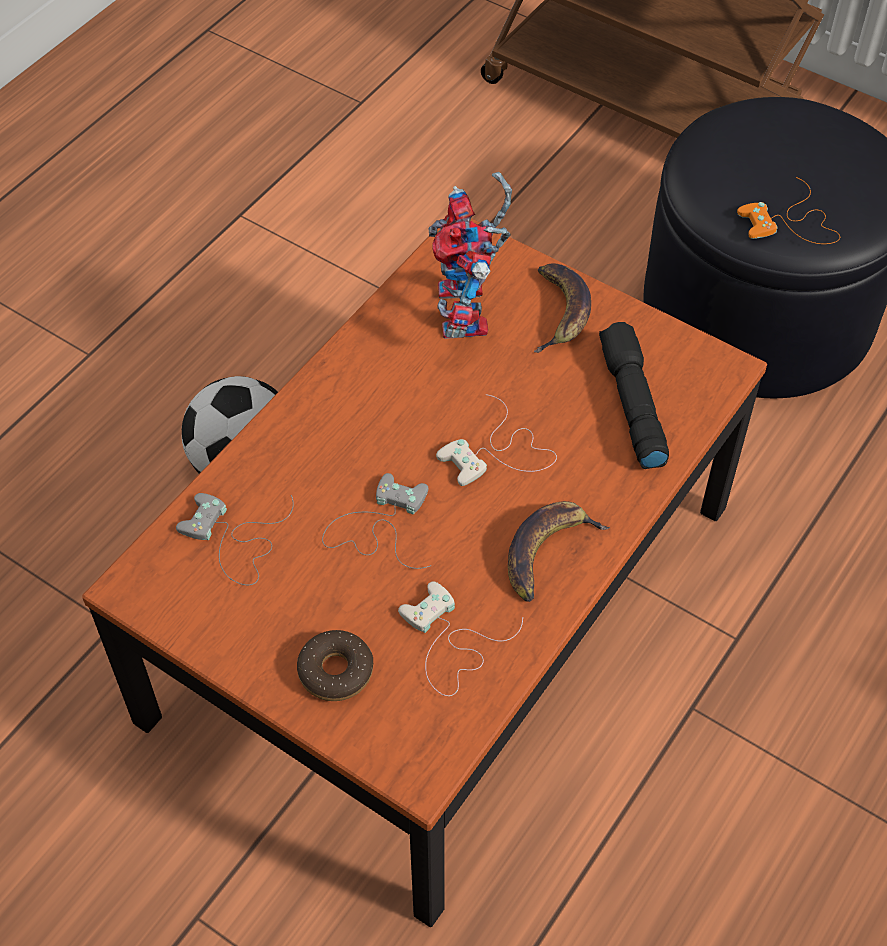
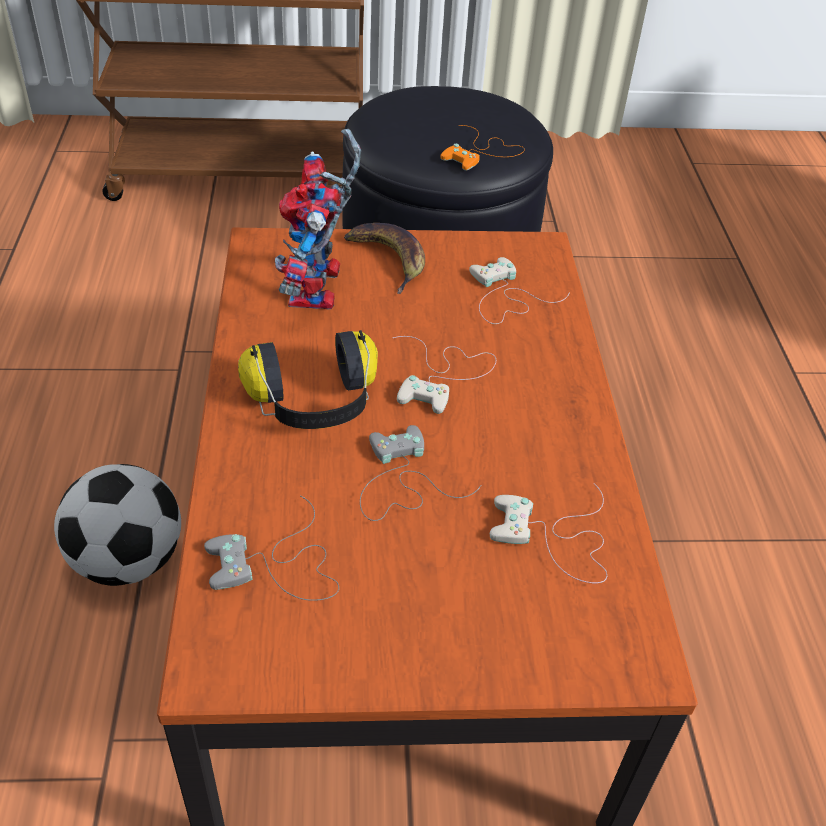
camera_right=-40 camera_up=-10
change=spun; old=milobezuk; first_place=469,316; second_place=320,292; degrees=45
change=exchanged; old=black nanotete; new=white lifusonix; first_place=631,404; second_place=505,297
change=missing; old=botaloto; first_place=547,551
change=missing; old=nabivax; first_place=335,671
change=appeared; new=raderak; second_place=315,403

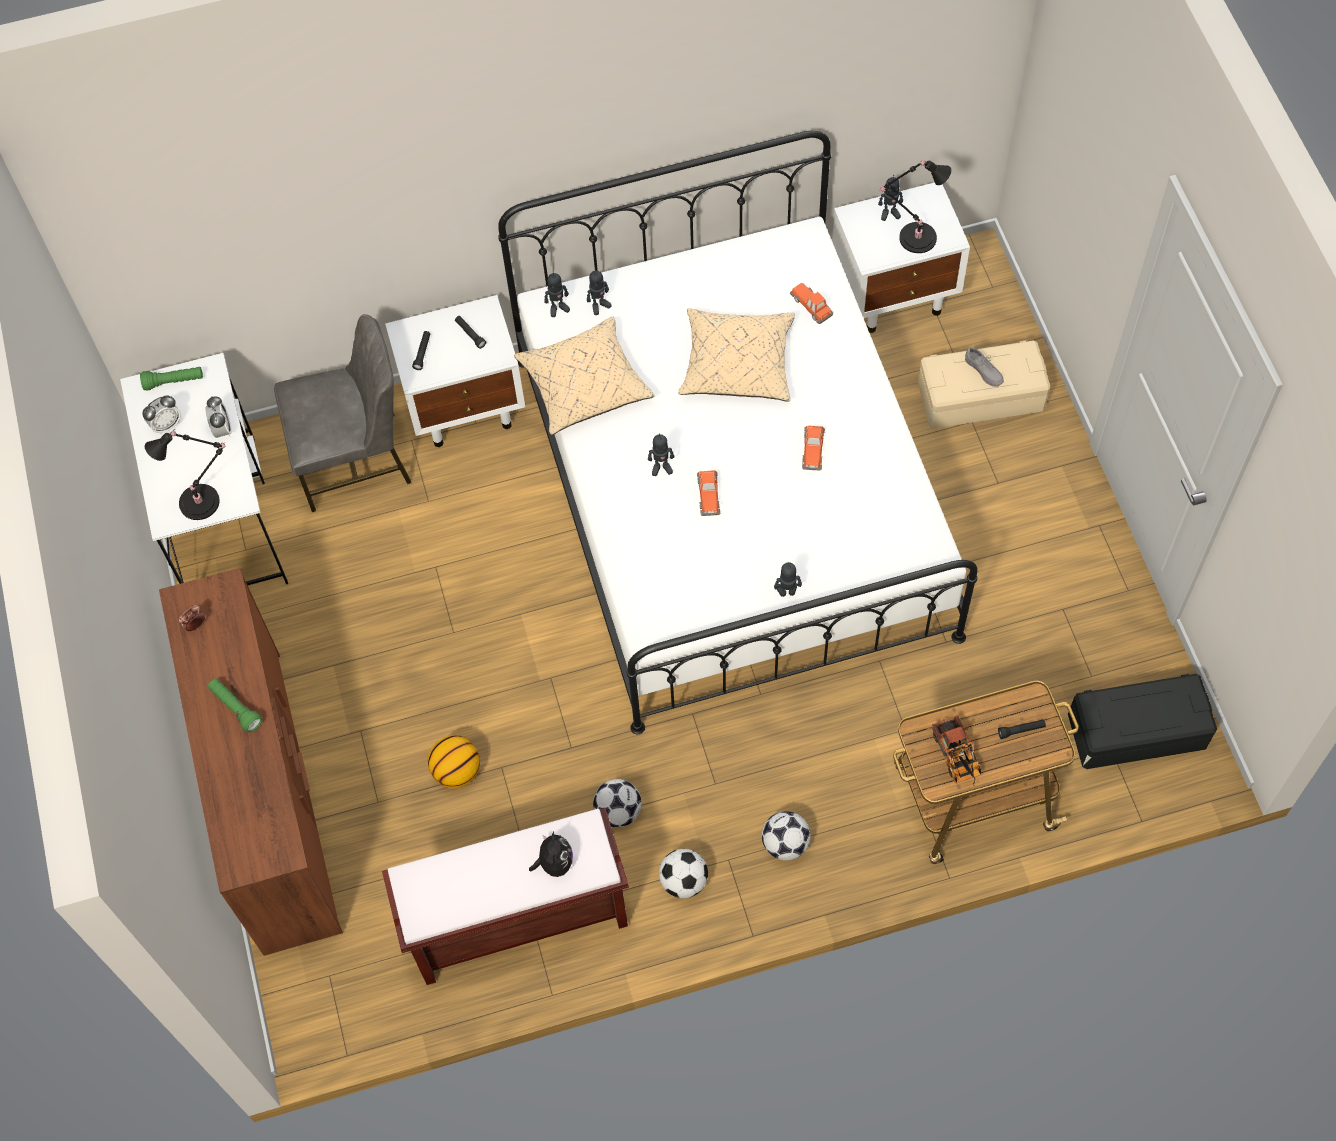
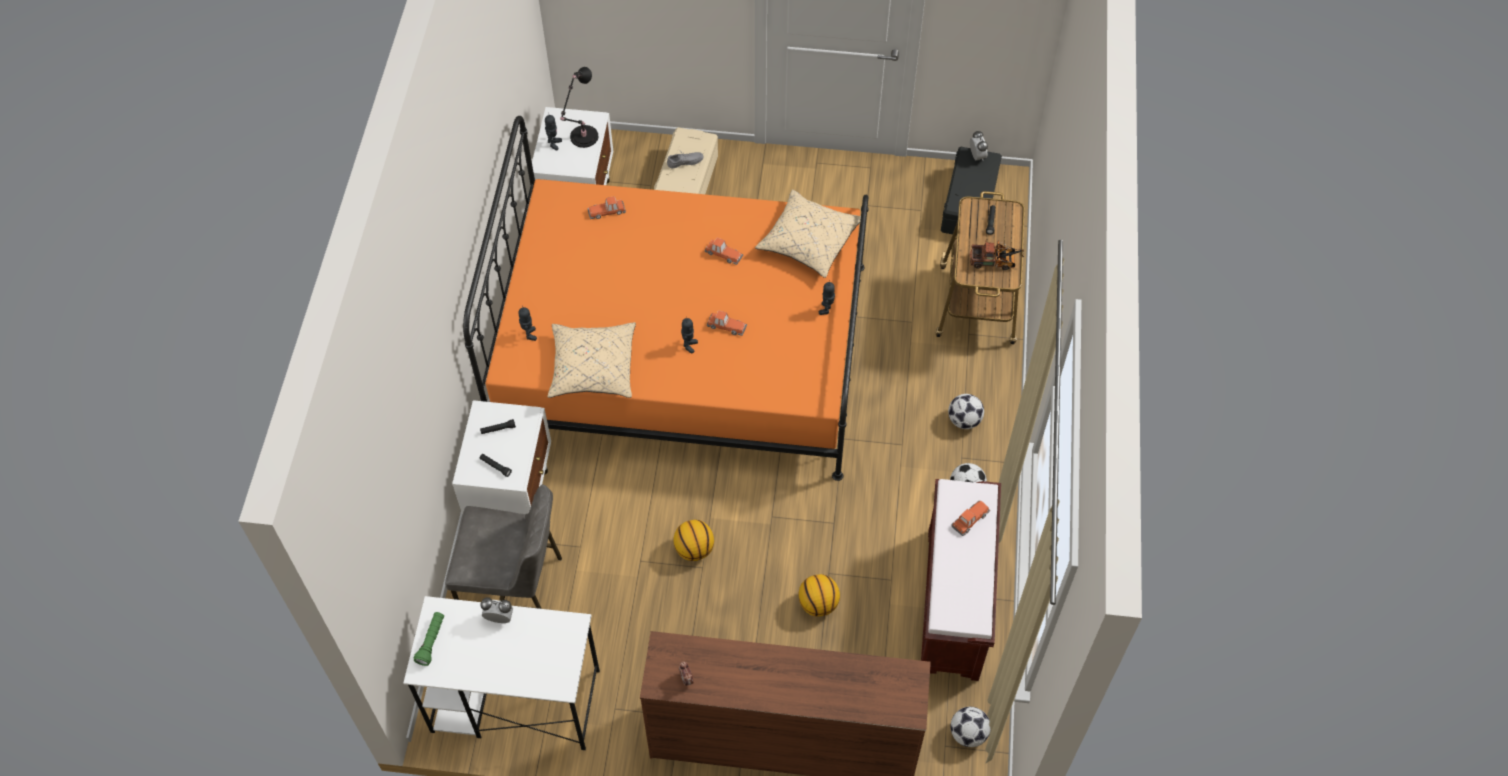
camera_right=-70 camera_up=-5
change=colour; old=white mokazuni; new=orange mokazuni; first_place=732,494; second_place=683,351
change=missing; old=milobezuk; first_place=558,308
change=relocated; old=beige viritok; first_place=737,364; second_place=808,241
change=spun; old=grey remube; first_place=355,459; second_place=514,585; degrees=90
change=relocated; old=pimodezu; first_place=166,425; second_place=977,156
change=missing; old=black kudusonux; first_place=203,501
change=missing; old=green nanotete; first_place=235,708
change=relocated; old=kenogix; first_place=618,811; second_place=968,734
change=exchanged; old=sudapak; new=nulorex; first_place=554,863; second_place=970,519
change=appeared; new=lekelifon; second_place=694,549

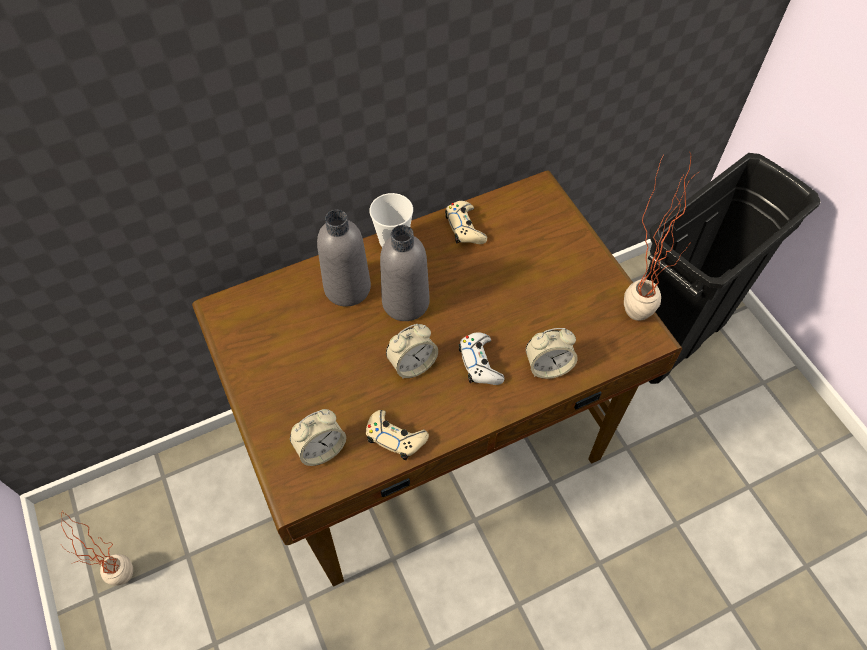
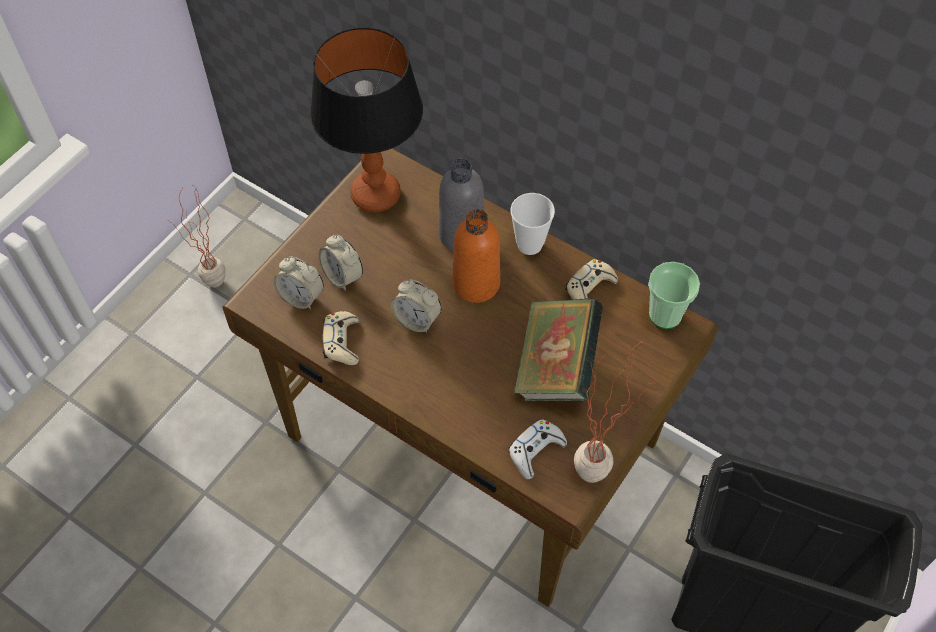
camera_right=60 camera_up=0
change=colour; old=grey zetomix; new=orange zetomix; first_place=405,302; second_place=476,283
change=relocated; old=pimodezu; first_place=548,366; second_place=343,276
change=relocated; old=white lifusonix; first_place=480,363; second_place=535,451
change=appeared; new=kudusonux; second_place=376,195
change=appeared; new=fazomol; second_place=665,315
change=appeared; new=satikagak; second_place=556,367

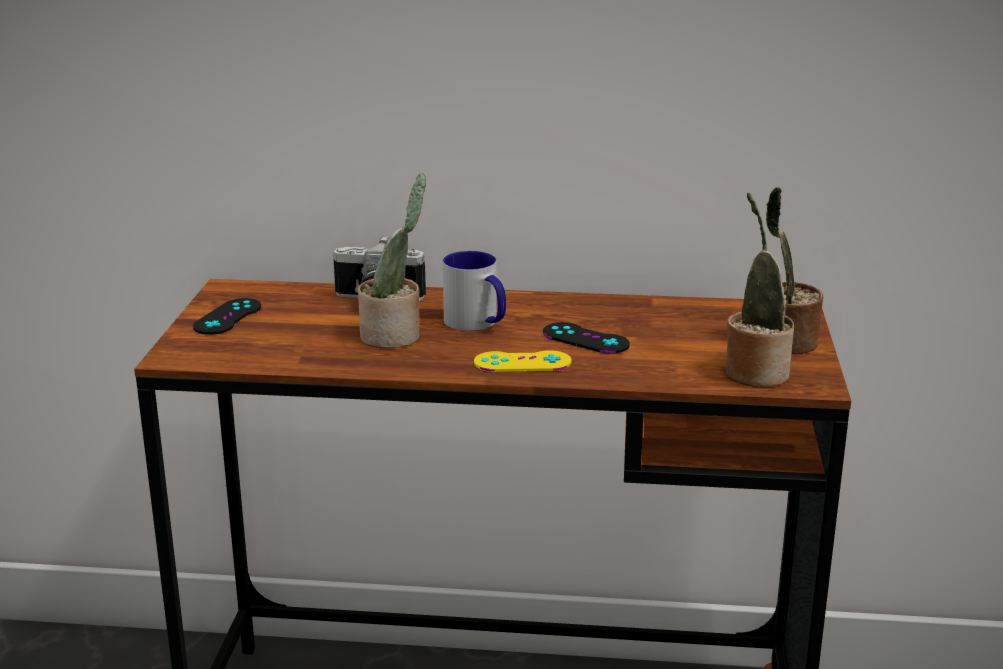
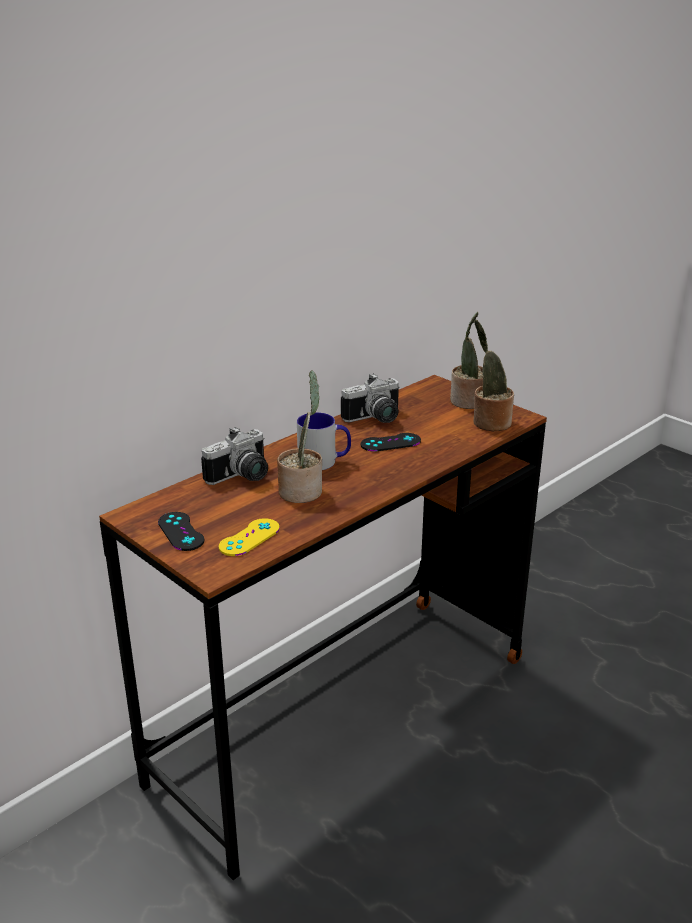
camera_right=-50 camera_up=5
change=relocated; old=yellow lifusonix; first_place=522,362; second_place=249,537
change=appeared; new=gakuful; second_place=375,419

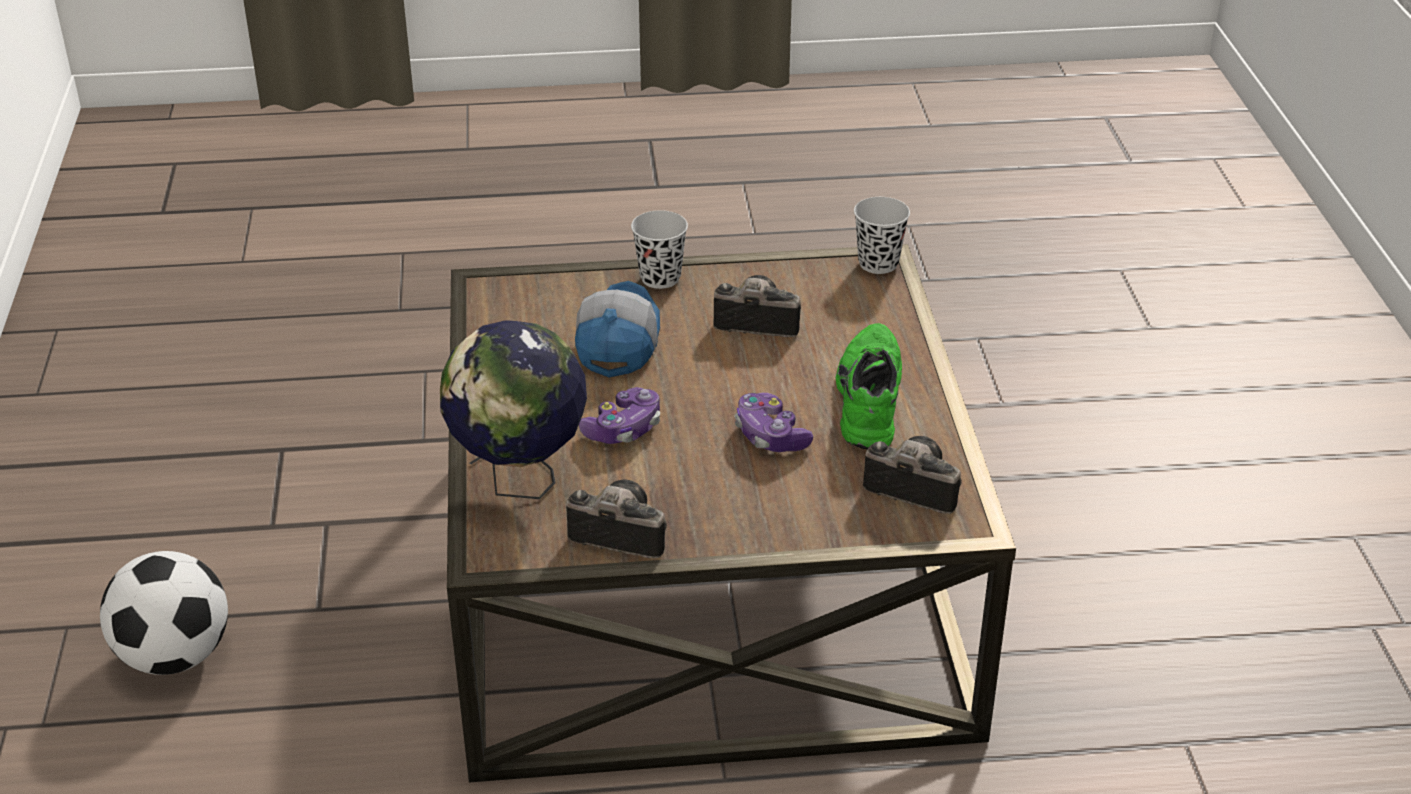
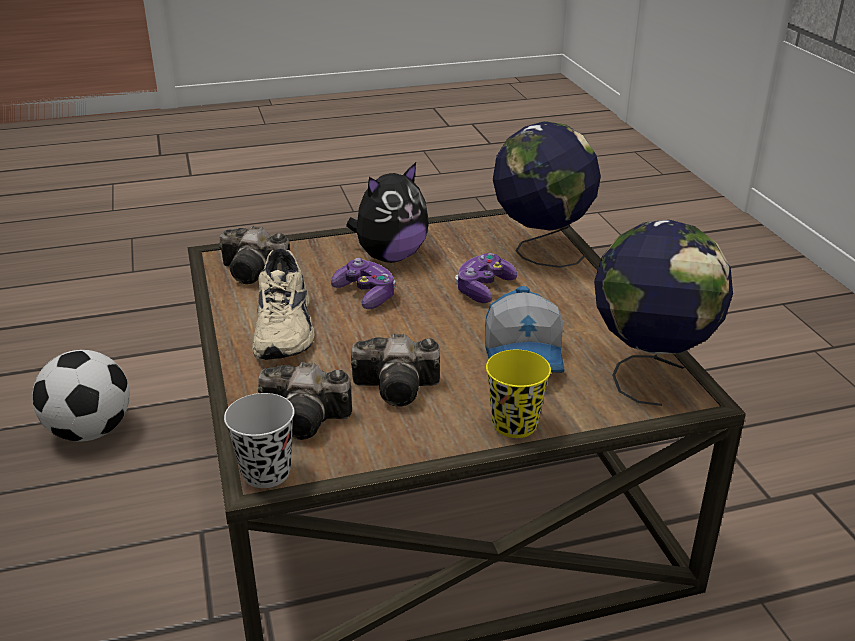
camera_right=170 camera_up=-5
change=colour; old=black fazomol; new=yellow fazomol; first_place=660,278; second_place=514,424
change=colour; old=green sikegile; new=beige sikegile; first_place=865,399; second_place=287,328
change=relocated; old=gakuful; first_place=615,534; second_place=309,419
change=relocated; old=kenogix; first_place=175,656; second_place=90,431
change=appeared; new=sudapak; second_place=390,256
change=appeared; new=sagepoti; second_place=649,372

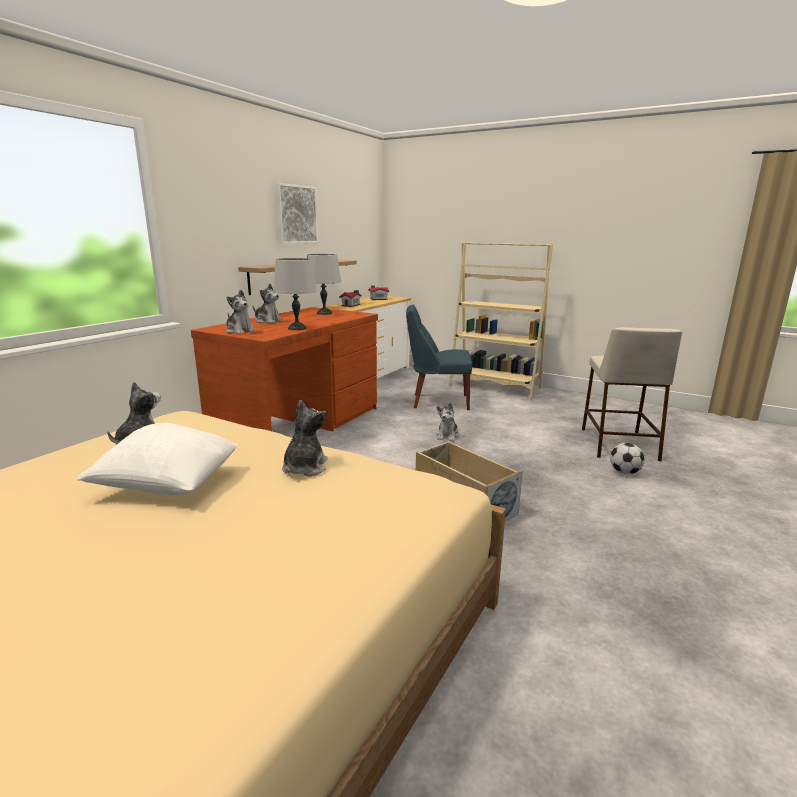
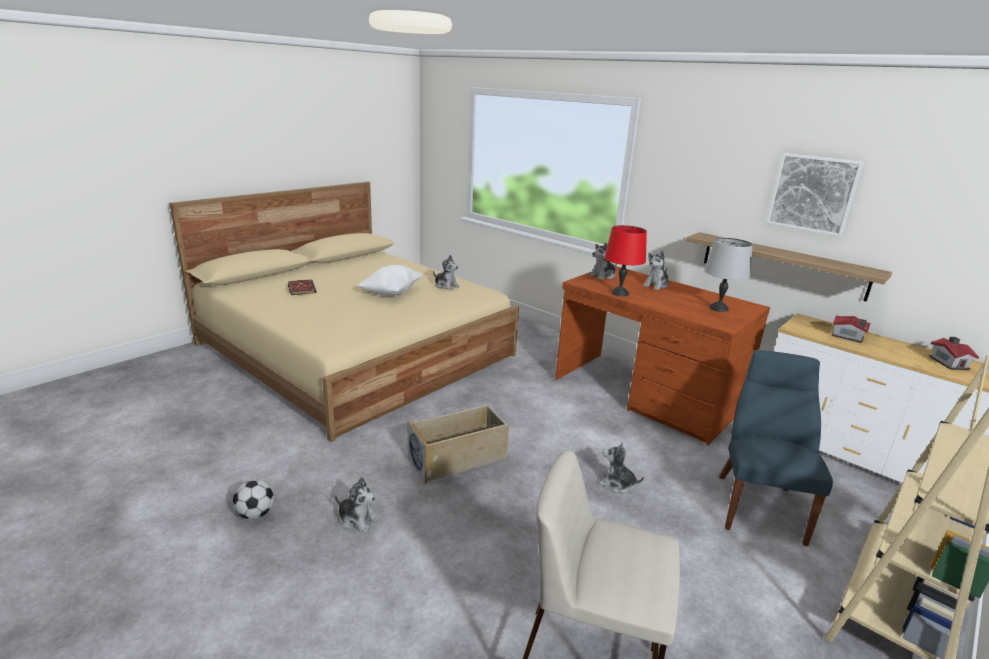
camera_right=100 camera_up=5
change=colour; old=grey kudusonux; new=red kudusonux; first_place=297,328; second_place=620,293
change=relocated; old=sudapak; first_place=304,468; second_place=357,519
change=relocated; old=kenogix; first_place=624,472; second_place=256,514
change=appeared; new=satikagak; second_place=301,288

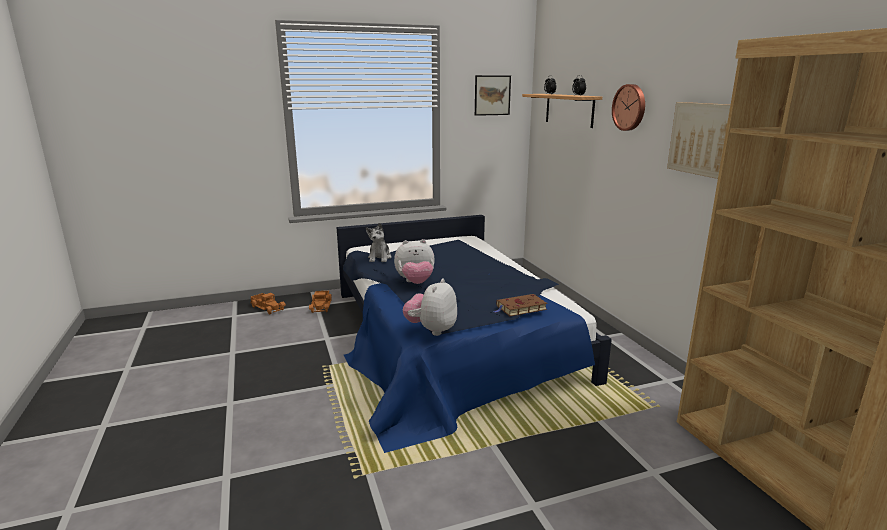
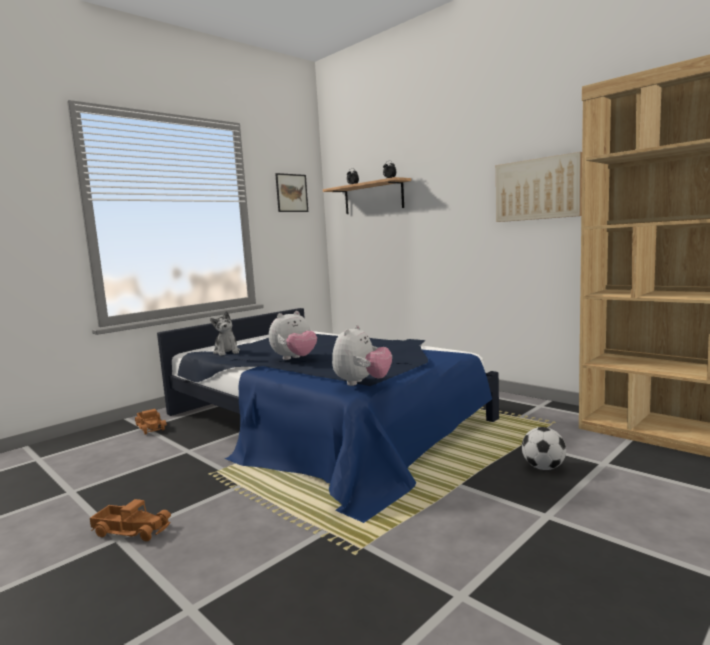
camera_right=-25 camera_up=-10
change=missing; old=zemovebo; first_place=630,107
change=spun; old=sudapak; first_place=431,330; second_place=362,383; degrees=-150
change=relocated; old=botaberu; first_place=268,307; second_place=132,529
change=missing; old=brown satikagak; first_place=520,308
change=appeared; new=kenogix; second_place=543,467

